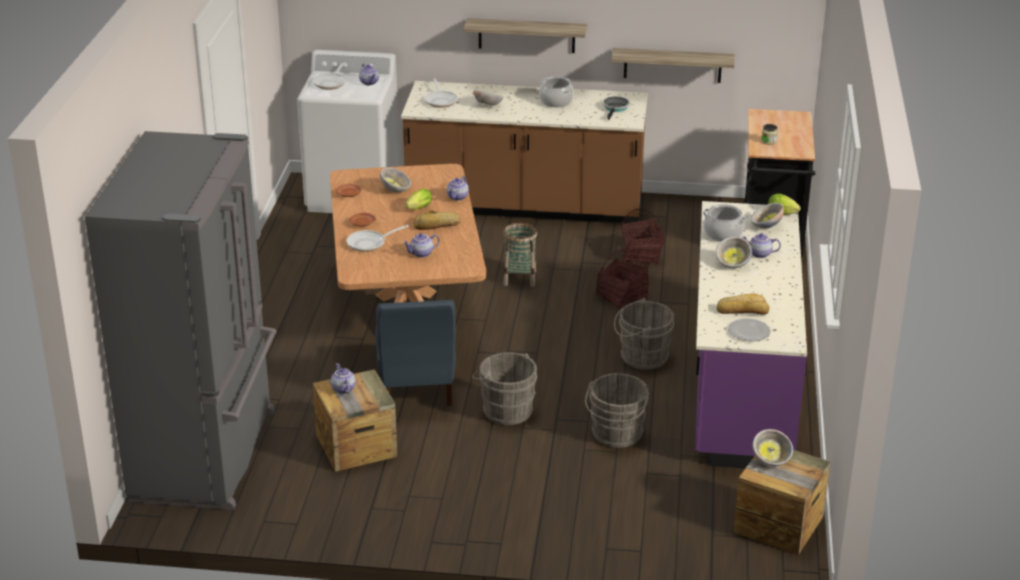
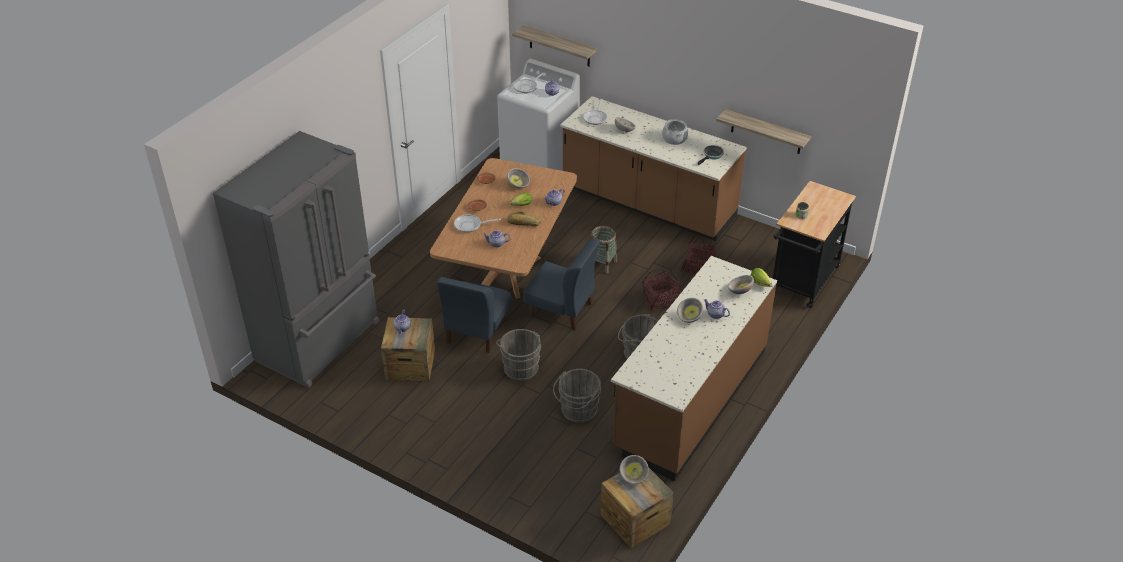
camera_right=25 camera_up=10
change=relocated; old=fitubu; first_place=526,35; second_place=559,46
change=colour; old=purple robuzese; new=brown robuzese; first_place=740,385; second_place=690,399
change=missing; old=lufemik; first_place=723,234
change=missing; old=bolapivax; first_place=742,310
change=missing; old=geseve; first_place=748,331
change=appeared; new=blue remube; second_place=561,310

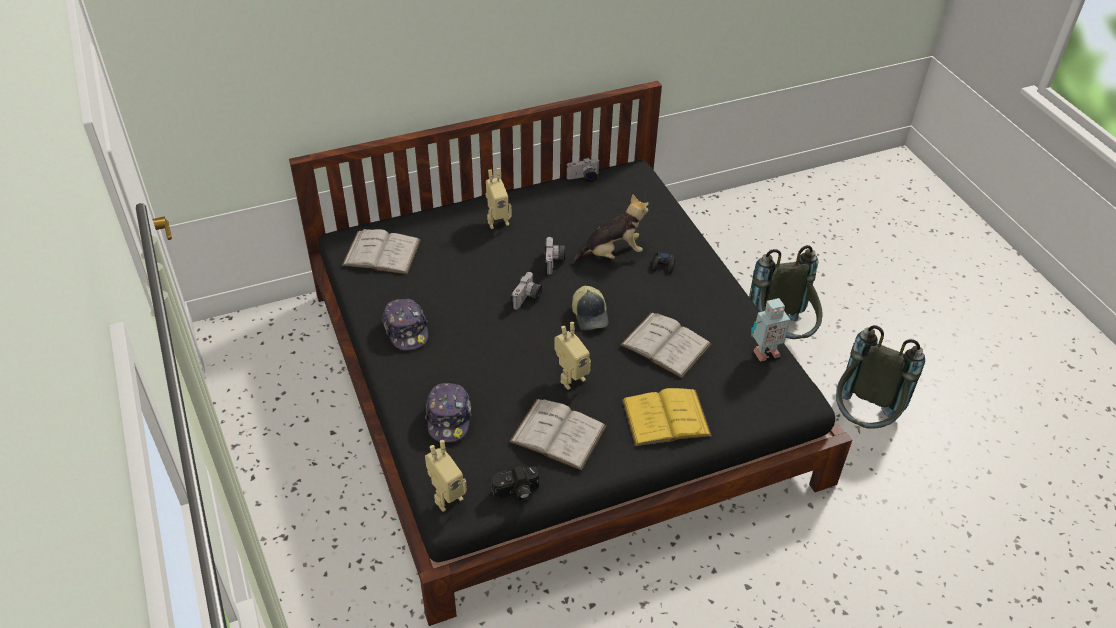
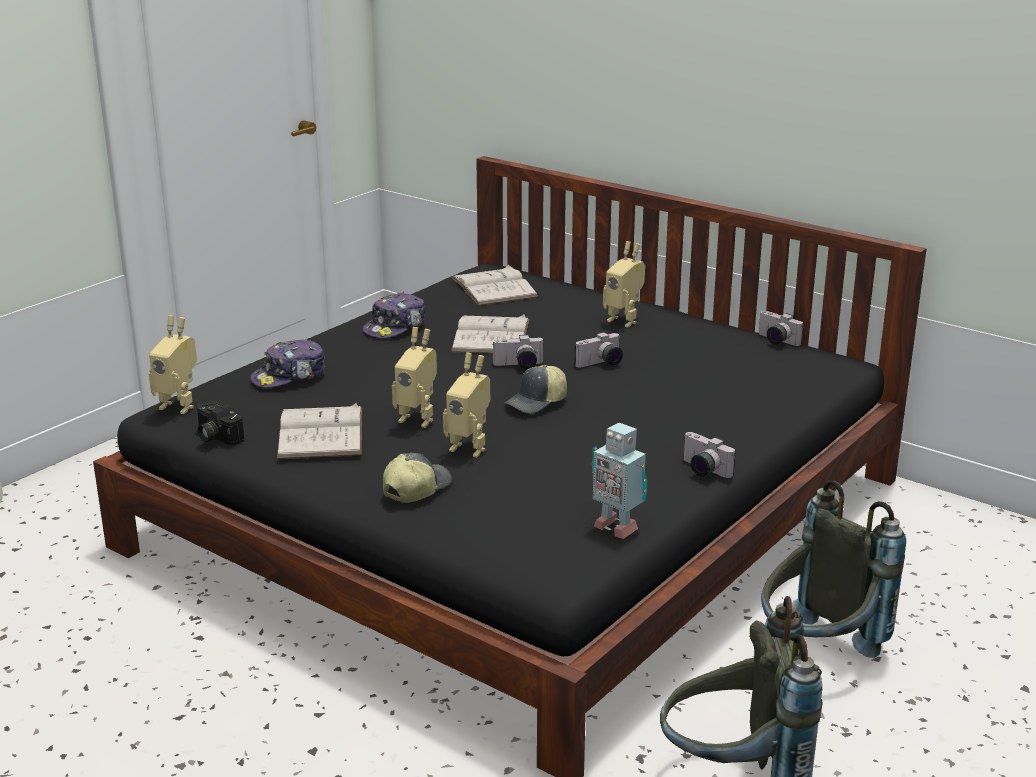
camera_right=60 camera_up=-20
change=missing; old=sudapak; first_place=612,253
change=missing; old=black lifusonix; first_place=663,265
change=relocated; old=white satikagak; first_place=665,344; second_place=491,335
change=exchanged; old=yellow satikagak; new=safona; first_place=666,417; second_place=415,488
change=appeared; new=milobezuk; second_place=470,447
change=appeared; new=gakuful; second_place=702,470

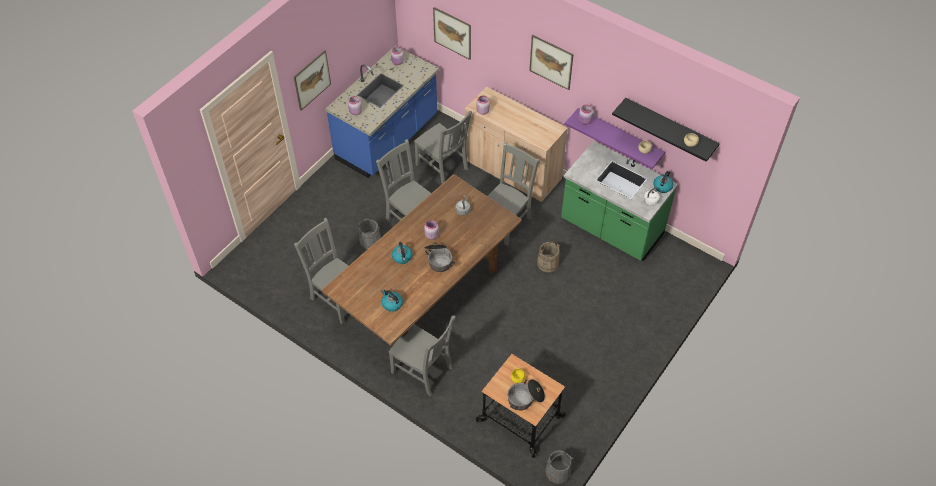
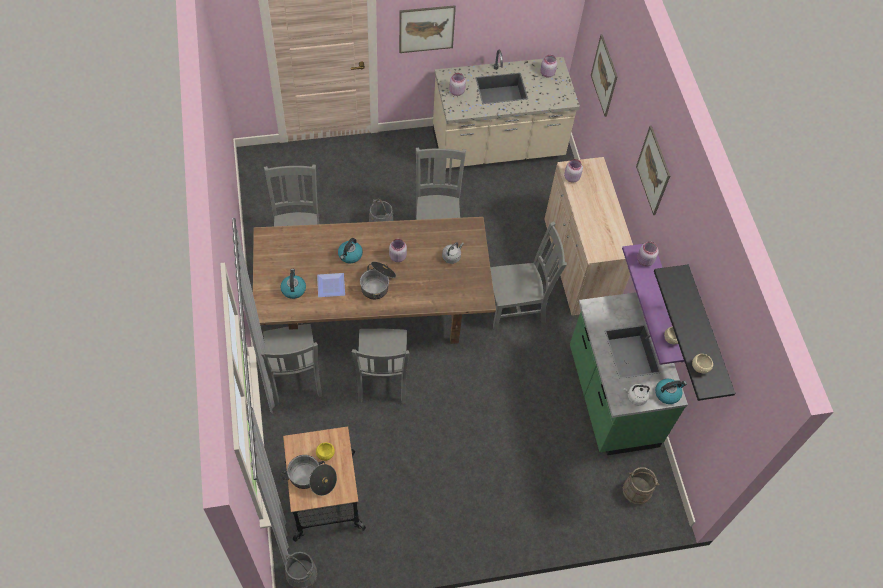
camera_right=40 camera_up=5
change=colour; old=blue robuzese; new=beige robuzese; first_place=388,138; second_place=498,147
change=relocated; old=grey remube; first_place=443,168; second_place=382,379
change=relocated; old=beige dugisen; first_place=548,263; second_place=637,490
change=appeared; new=geseve; second_place=332,285

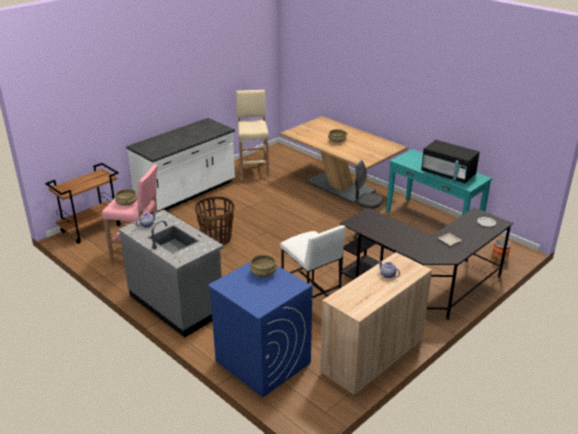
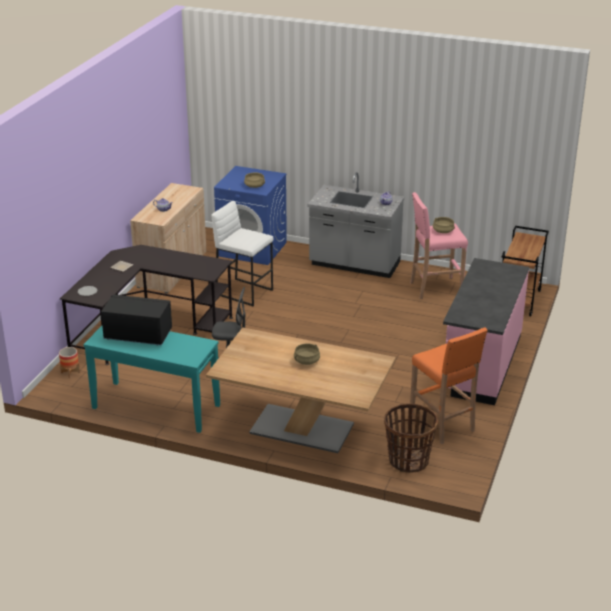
camera_right=155 camera_up=0
change=colour; old=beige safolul; new=orange safolul; first_place=253,170; second_place=442,424
change=colour; old=white robuzese; new=pink robuzese; first_place=187,194; second_place=481,364
change=relocated; old=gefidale; first_place=216,239; second_place=408,461

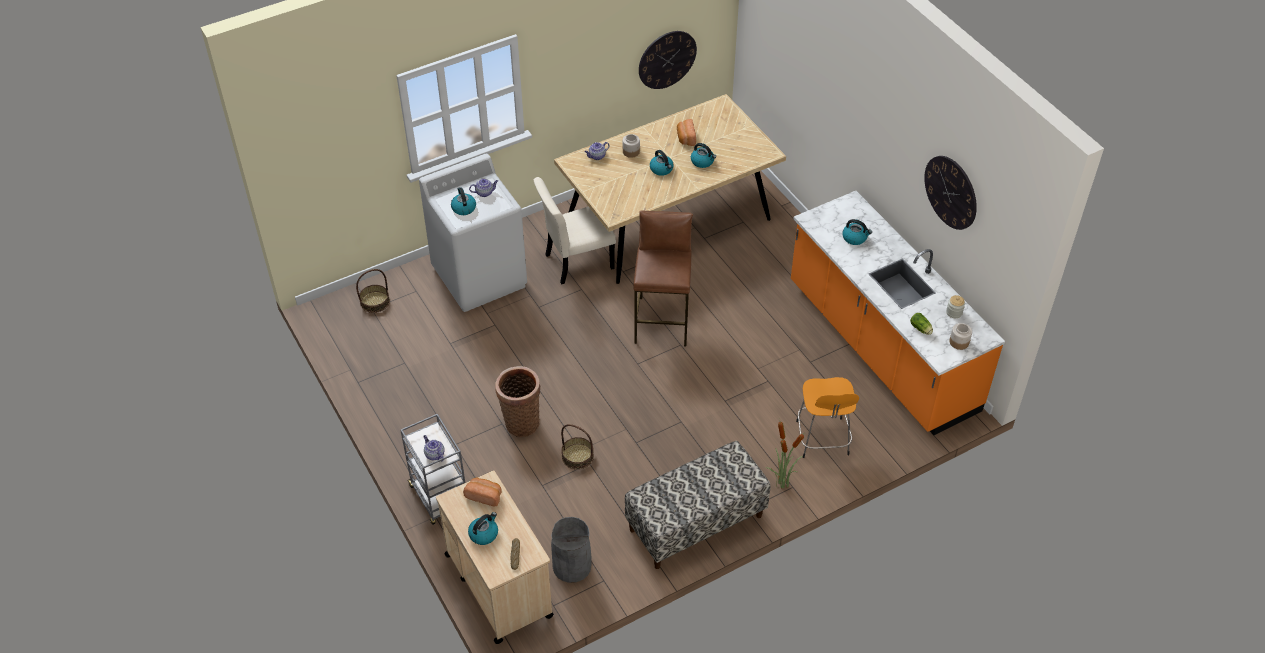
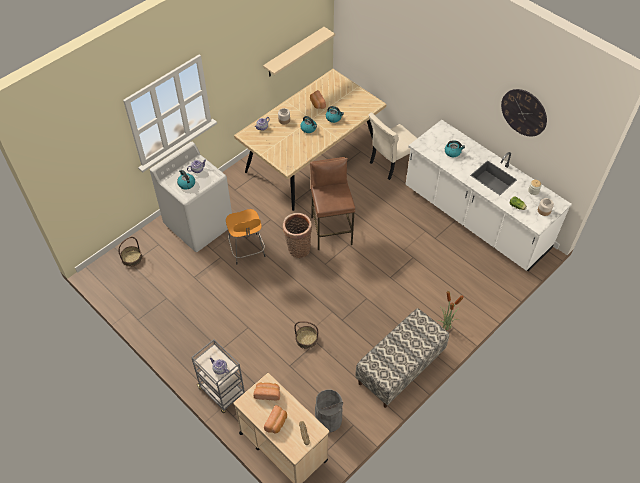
camera_right=-15 camera_up=5
change=exchanged; old=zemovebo; new=beige fitubu; first_place=667,59; second_place=294,52
change=relocated; old=beige remube; first_place=576,262; second_place=391,163
change=colour; old=orange robuzese; new=white robuzese; first_place=881,347; second_place=475,219
change=relocated; old=gefidale; first_place=521,421; second_place=298,248
change=relocated; old=orange safolul; first_place=822,440; second_place=247,250
change=exchanged; old=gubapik; new=bolapivax; first_place=484,534; second_place=276,423

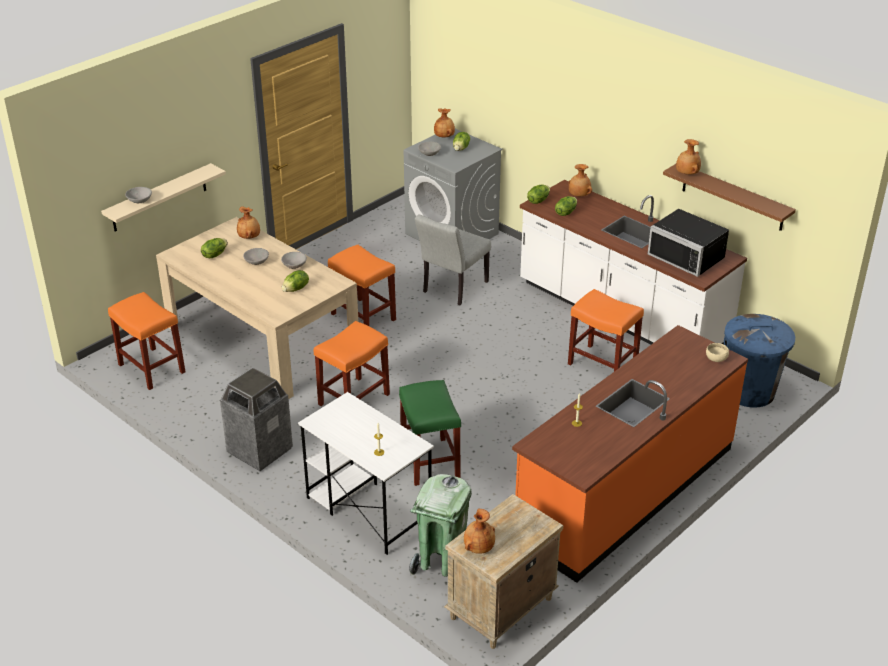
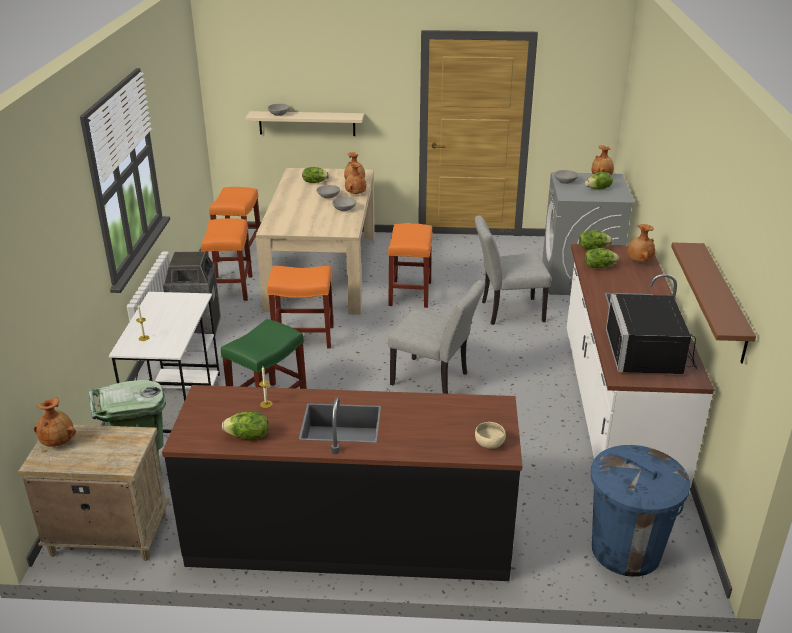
camera_right=50 camera_up=-5
change=relocated; old=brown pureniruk; first_place=686,174; second_place=355,194
change=relocated; old=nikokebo; first_place=296,289; second_place=248,436
change=relocated; old=orange safolul; first_place=601,364; second_place=230,288
change=colour; old=orange robuzese; new=black robuzese; first_place=625,492; second_place=350,536
change=appeared; new=grey remube; second_place=435,380

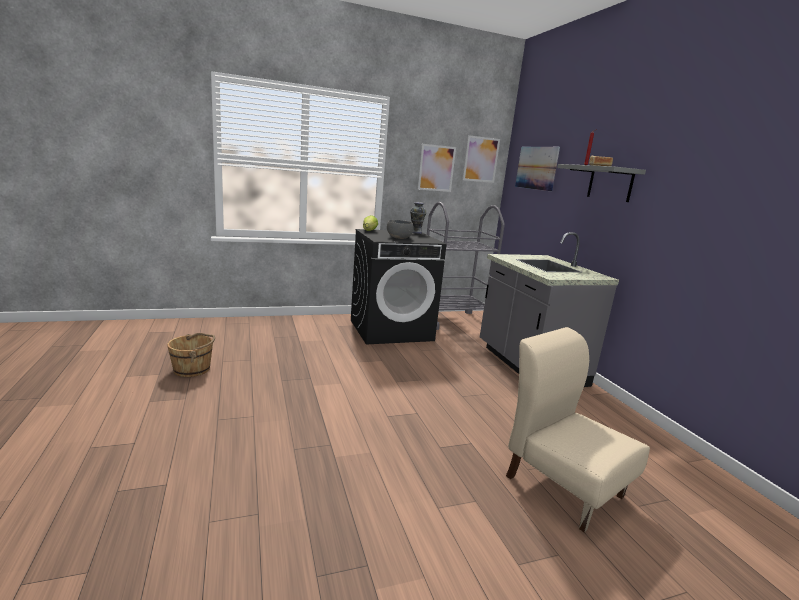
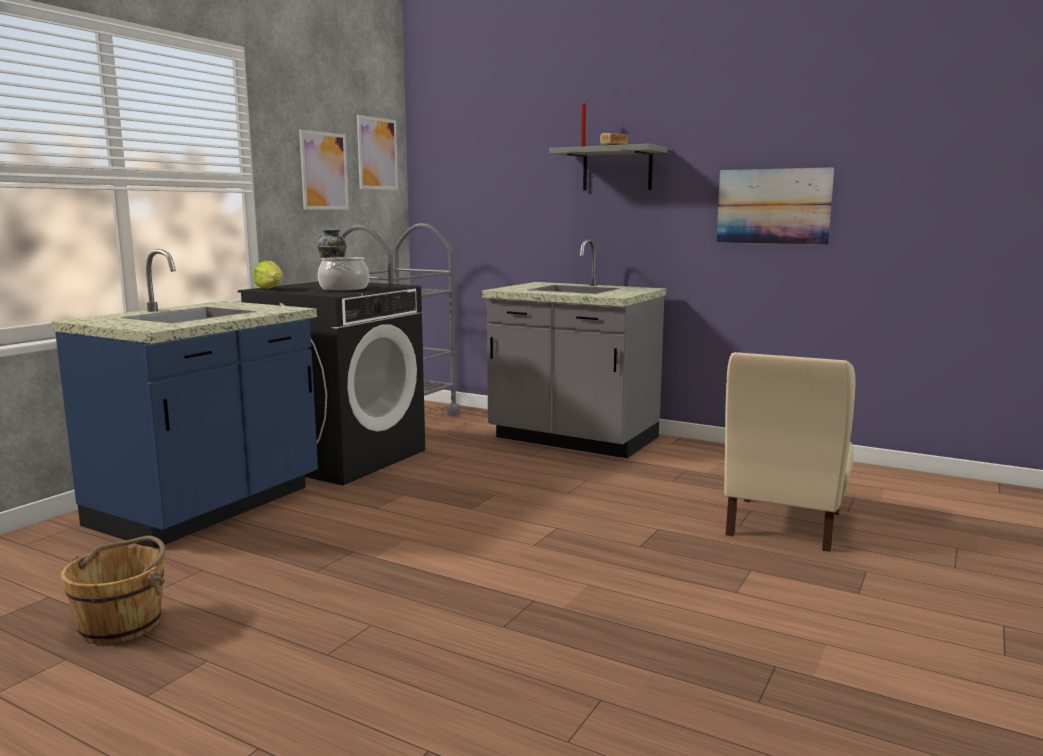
camera_right=-40 camera_up=-5
change=relocated; old=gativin; first_place=536,168; second_place=773,206
change=exchanged; old=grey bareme; new=lufemik; first_place=399,237; second_place=343,289
change=spun; old=beige remube; first_place=563,485; second_place=783,523; degrees=-75
change=appeared; new=blue robuzese; second_place=208,507

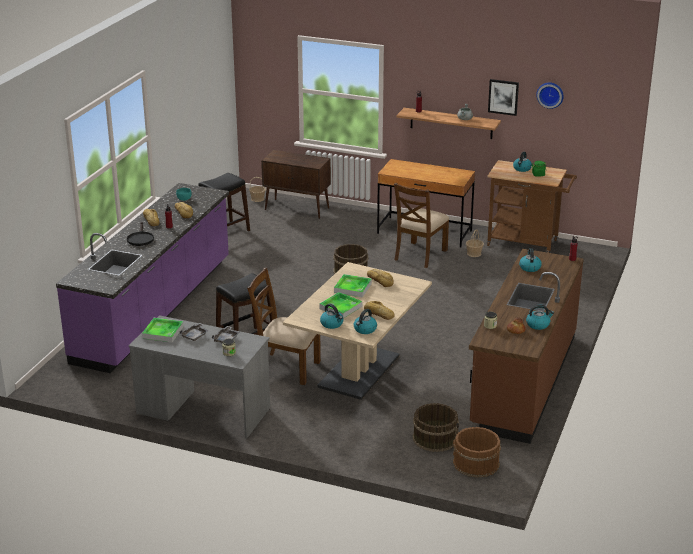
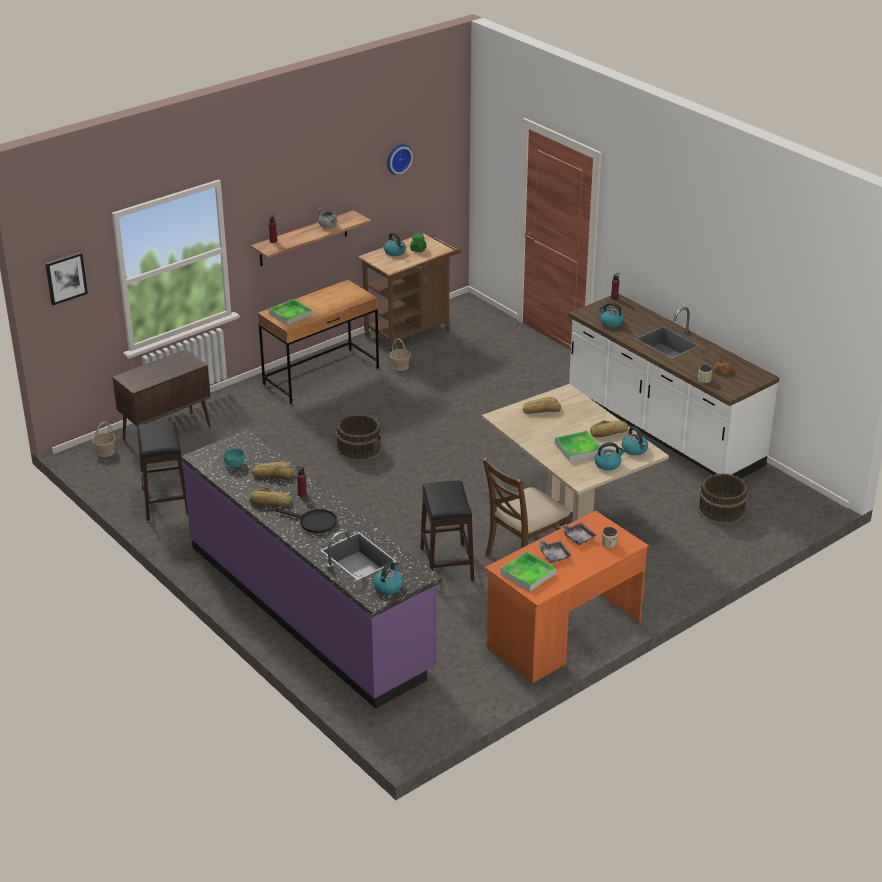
camera_right=-60 camera_up=5
change=relocated; old=gativin; first_place=503,97; second_place=66,278
change=missing; old=brown remube; first_place=420,255
change=colour; old=brown robuzese; new=white robuzese; first_place=523,380; second_place=663,430
change=relocated; old=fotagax; first_place=352,288; second_place=290,314
change=relocated; old=gubapik; first_place=538,324; second_place=388,586
change=colour; old=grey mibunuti; new=orange mibunuti; first_place=203,411; second_place=564,634
change=missing; old=brown dugisen; first_place=476,463

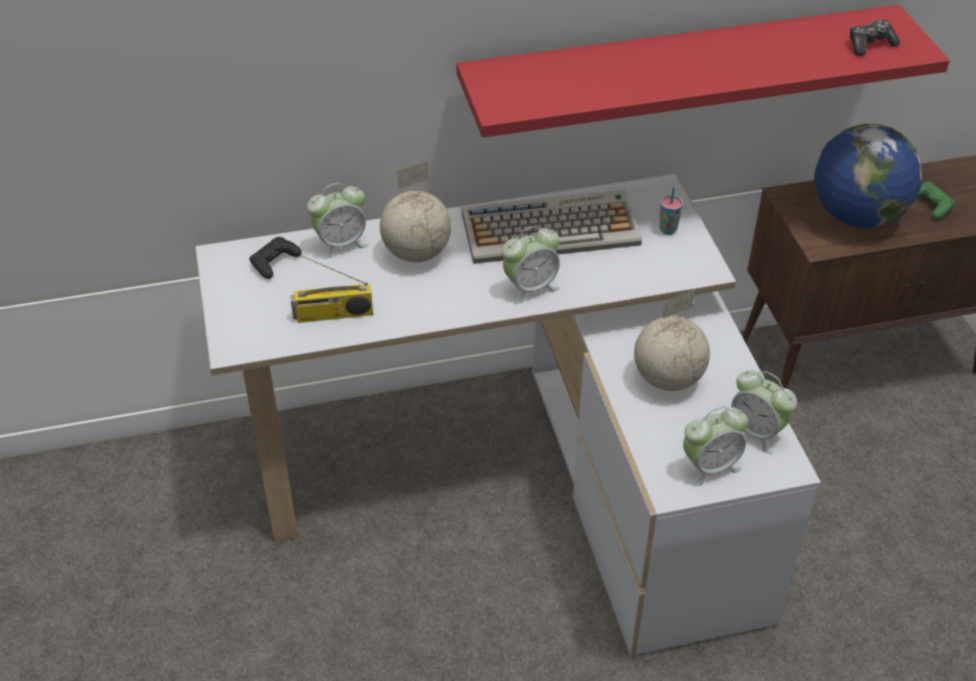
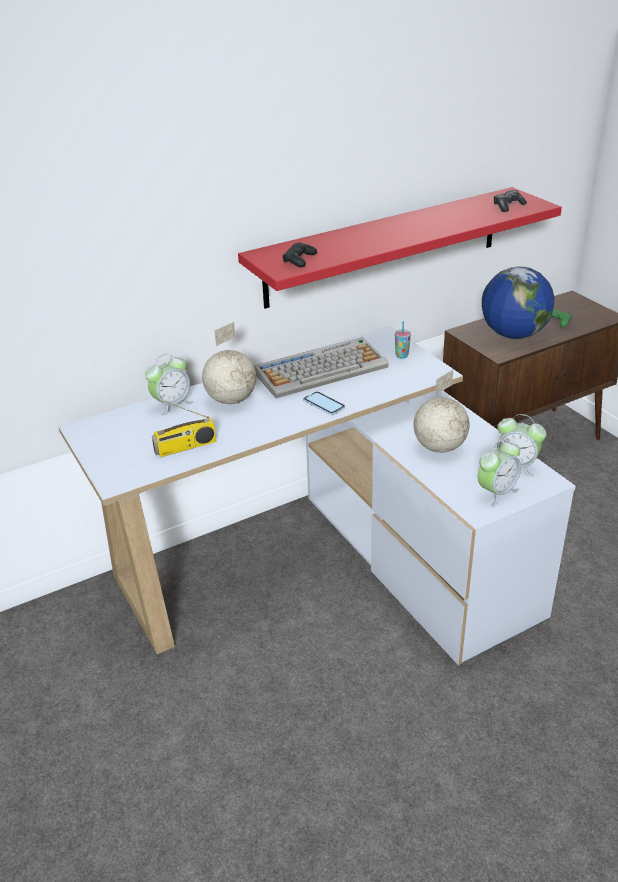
camera_right=-15 camera_up=-10
change=exchanged; old=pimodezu; new=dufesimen; first_place=530,287; second_place=324,404
change=relocated; old=black lifusonix; first_place=274,262; second_place=299,260

